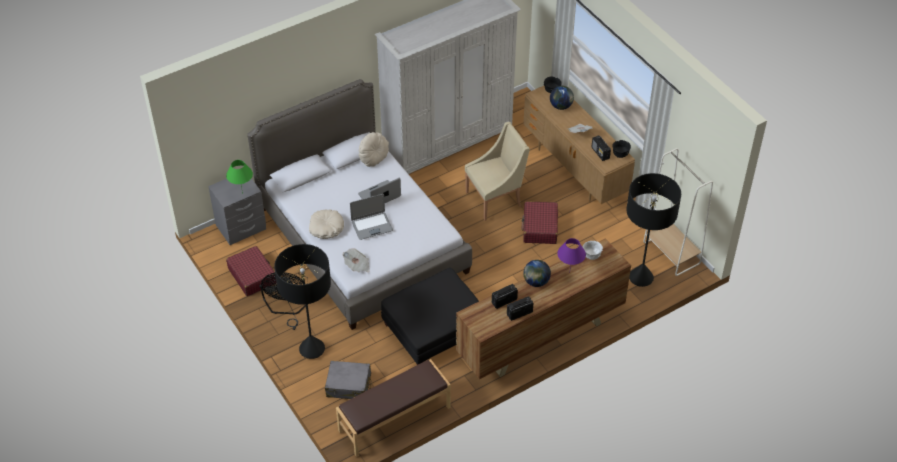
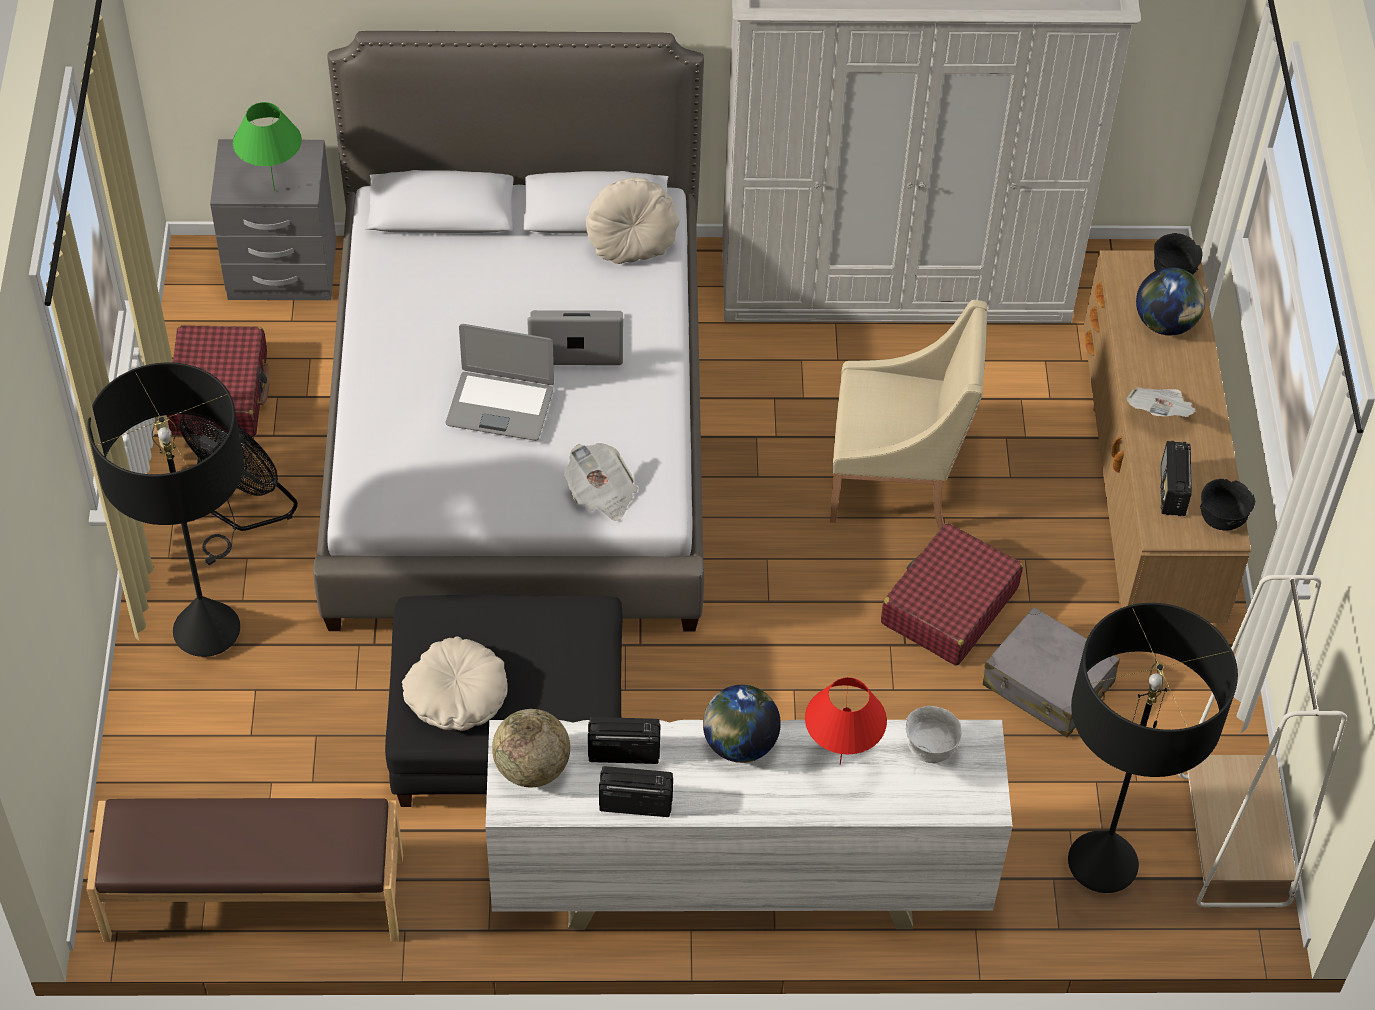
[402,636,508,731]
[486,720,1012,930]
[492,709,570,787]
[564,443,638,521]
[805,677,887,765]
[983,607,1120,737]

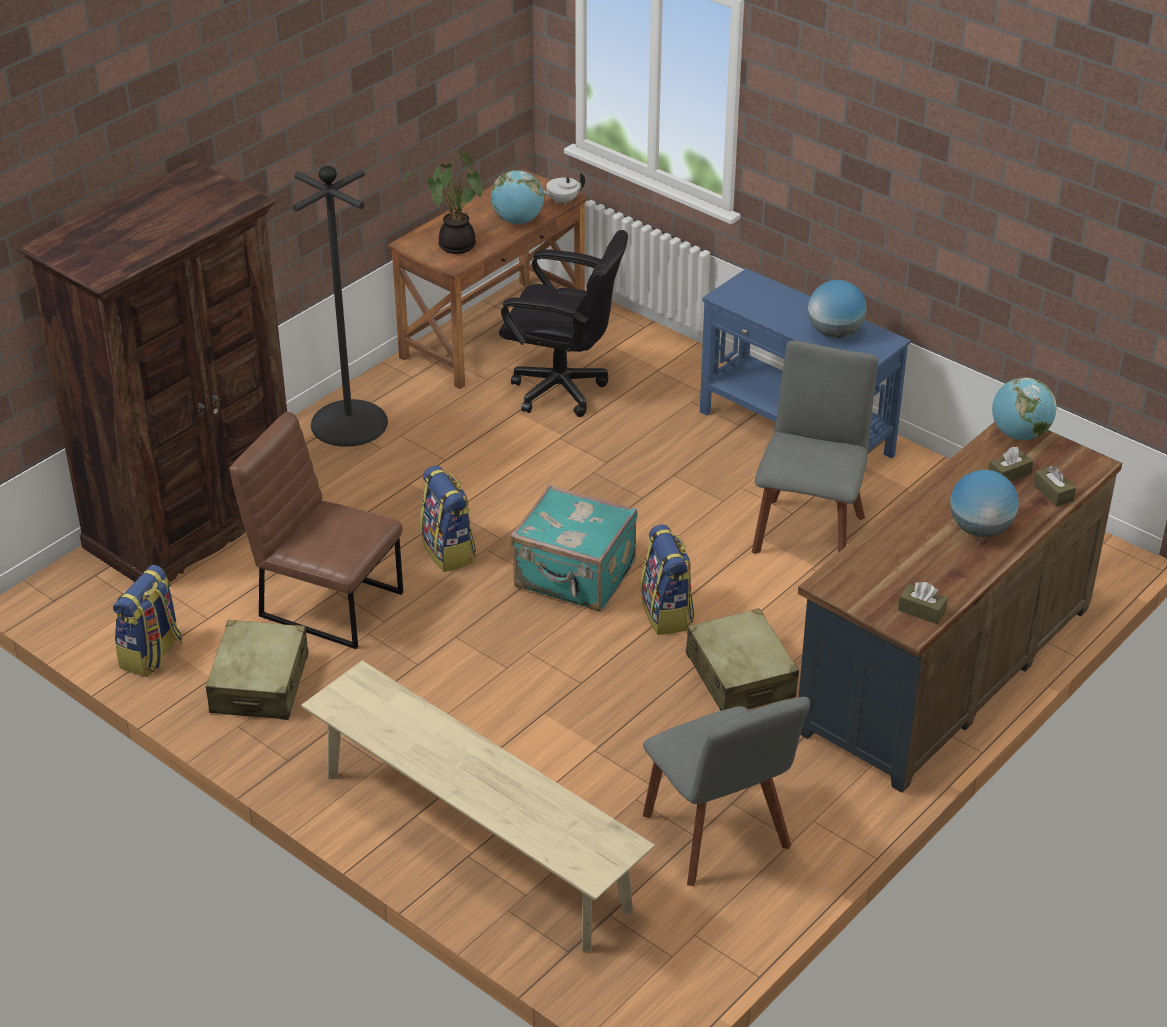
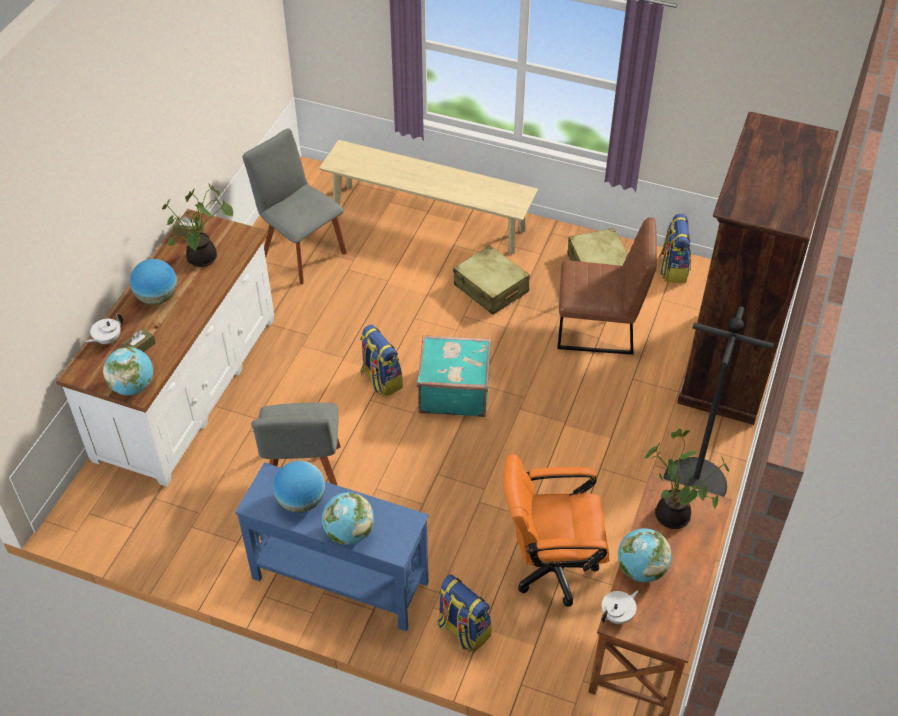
[56,209,274,487]
[86,314,123,344]
[162,183,233,267]
[322,492,374,545]
[438,574,492,653]
[453,245,530,315]
[503,454,609,607]

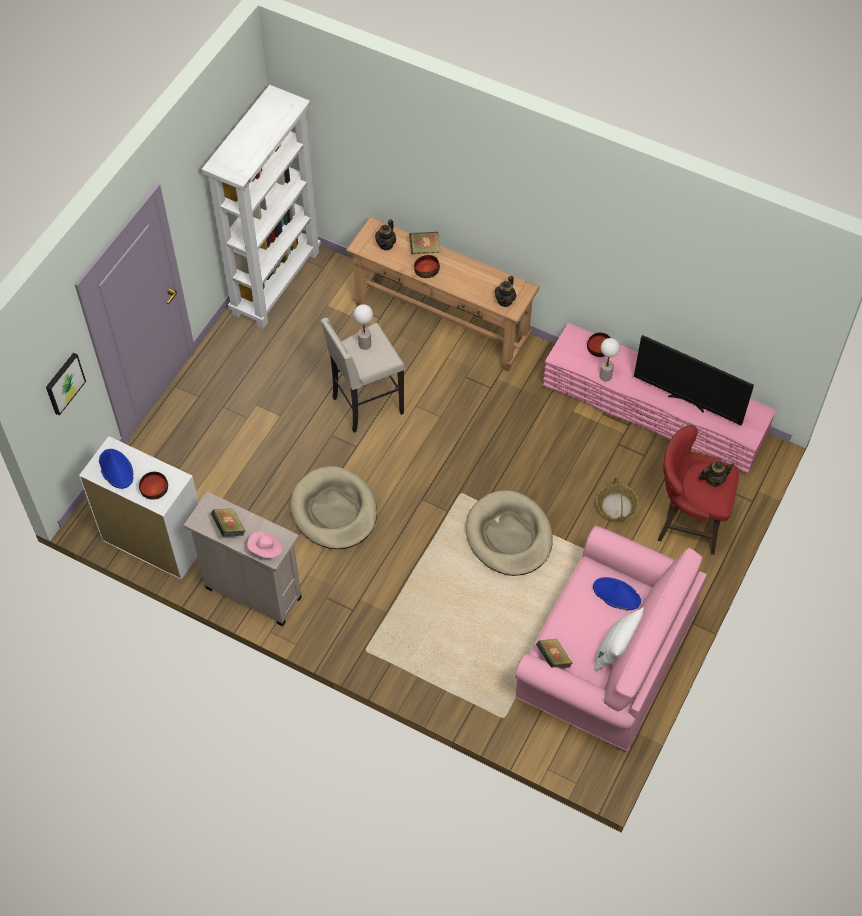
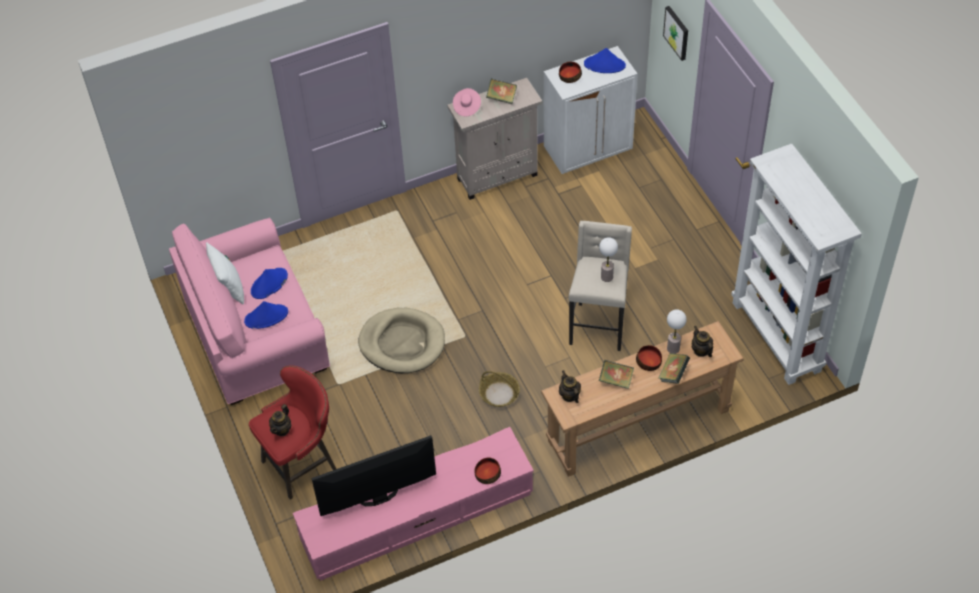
[251,268,288,299]
[479,371,520,407]
[599,360,634,389]
[667,309,687,354]
[290,466,377,549] (first image)

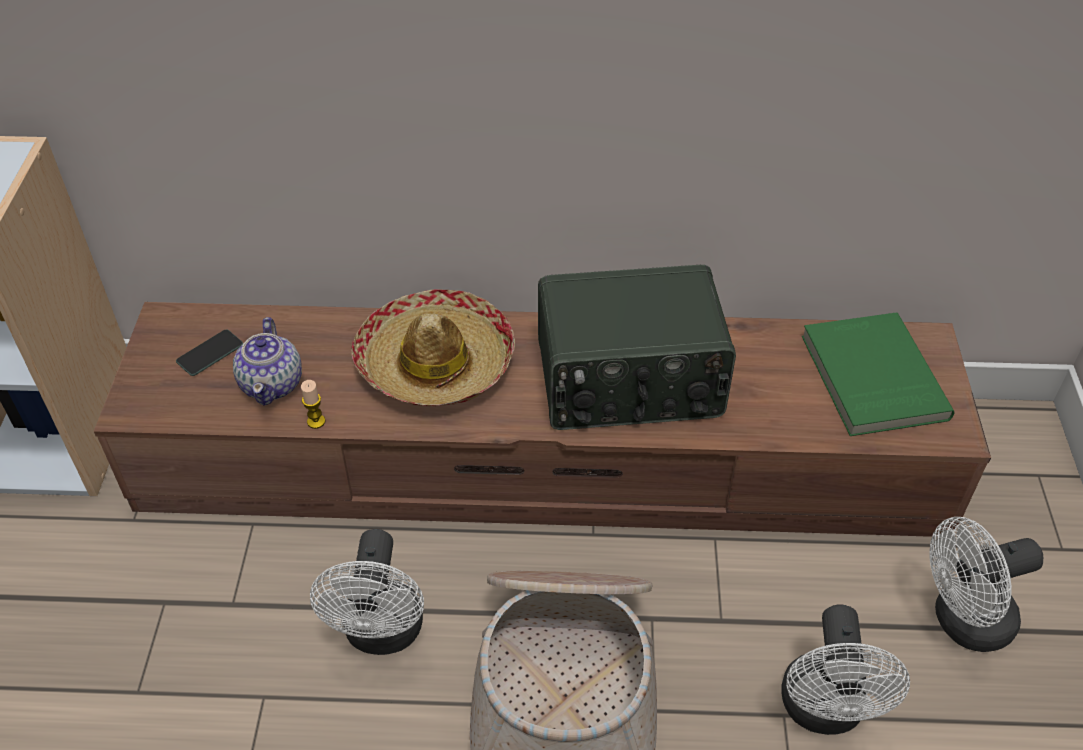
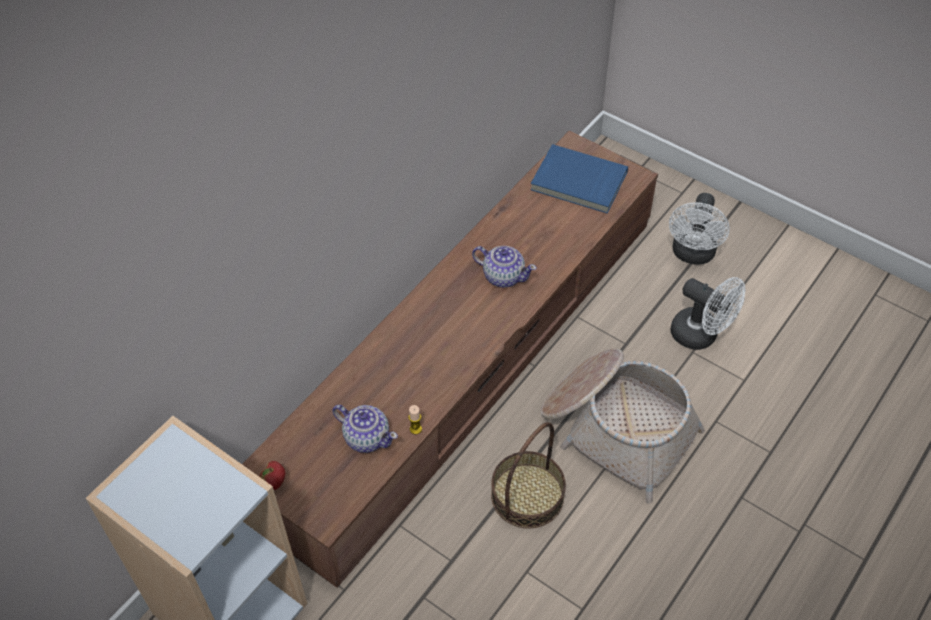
[260,461,285,490]
[472,246,537,288]
[491,422,566,529]
[530,144,628,214]
[176,330,243,376] (first image)
[351,289,515,406] (first image)

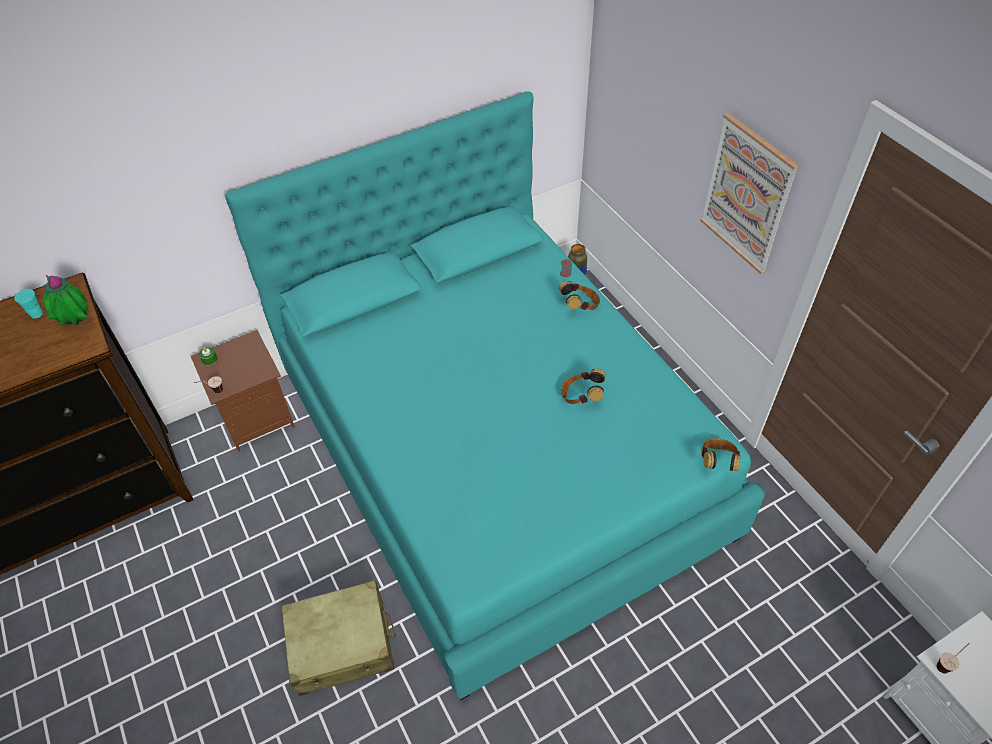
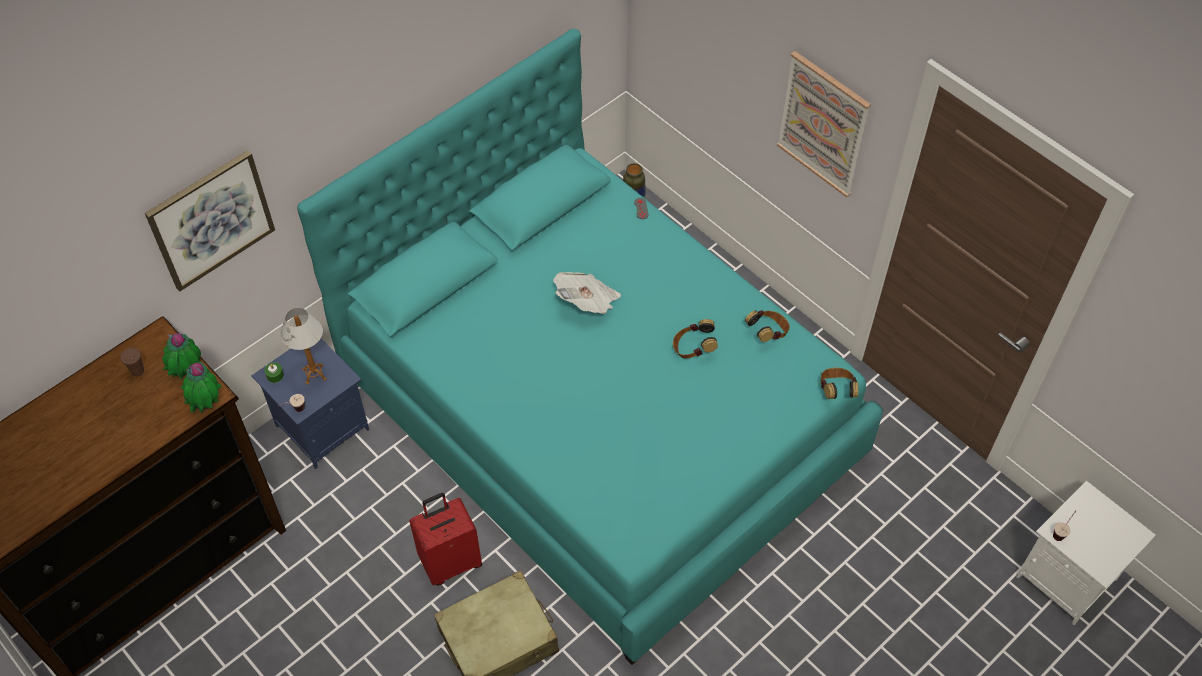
[120,348,144,376]
[145,150,275,291]
[181,362,222,414]
[251,339,369,469]
[280,308,327,385]
[409,493,482,585]
[553,272,621,314]
[745,310,790,342]

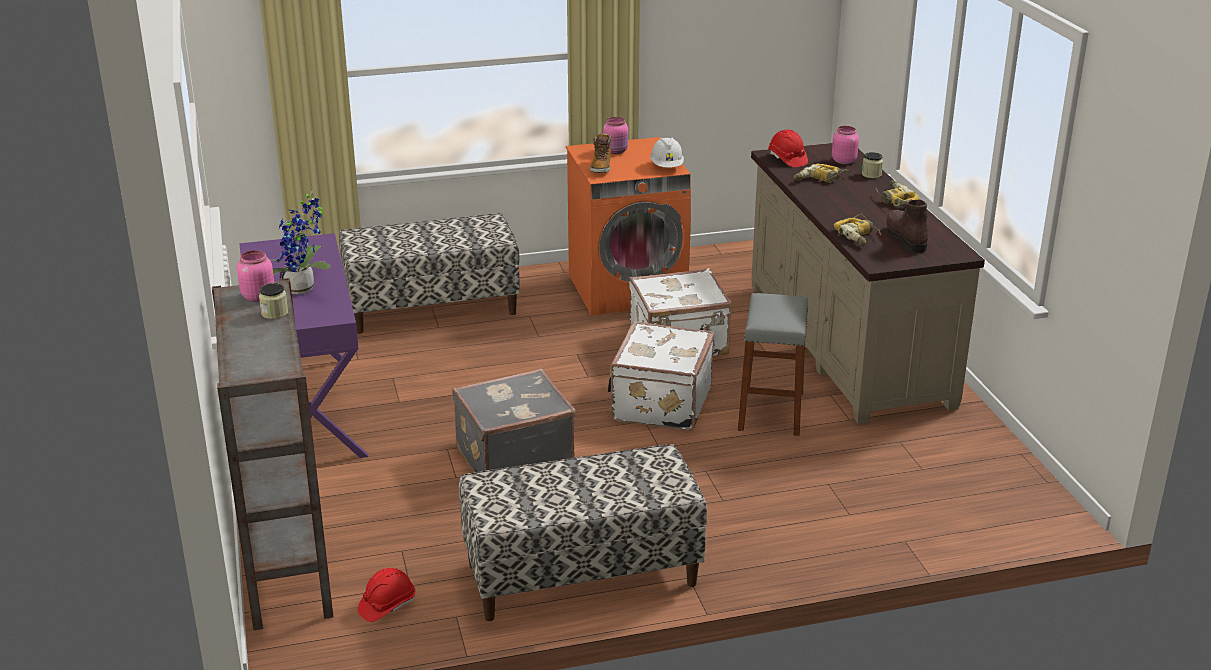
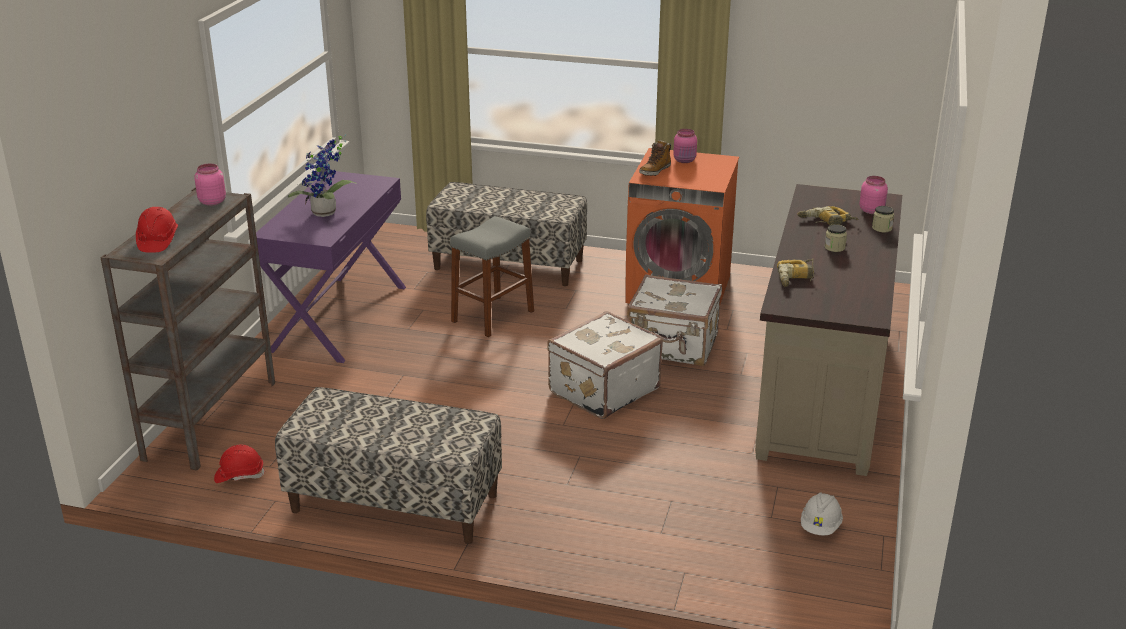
[136,207,178,253]
[450,216,534,337]
[801,493,843,535]
[825,224,847,252]
[452,368,575,473] (first image)
[875,180,920,207] (first image)
[887,200,928,253] (first image)

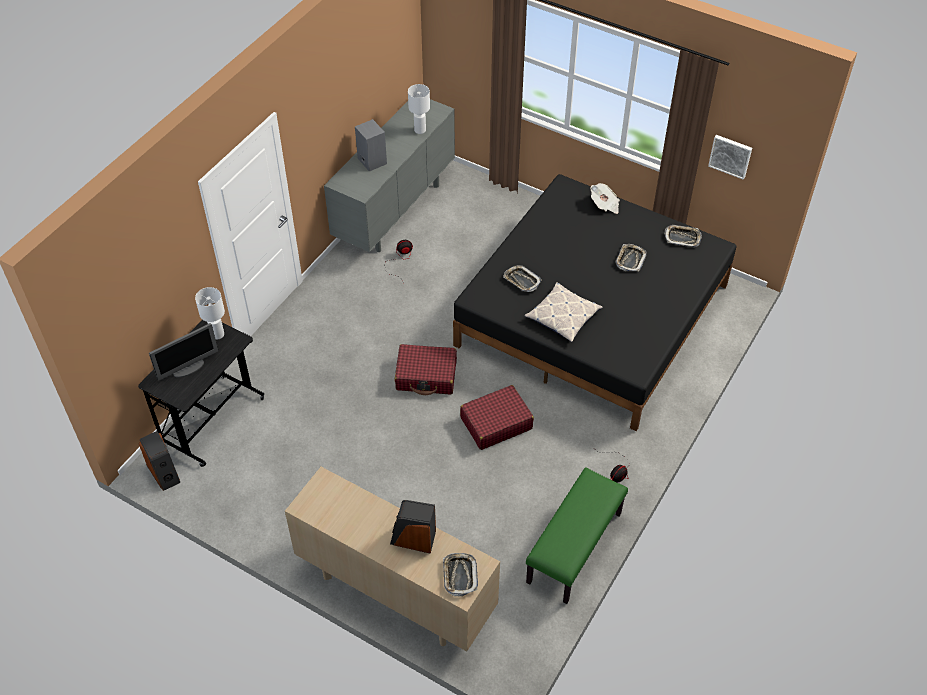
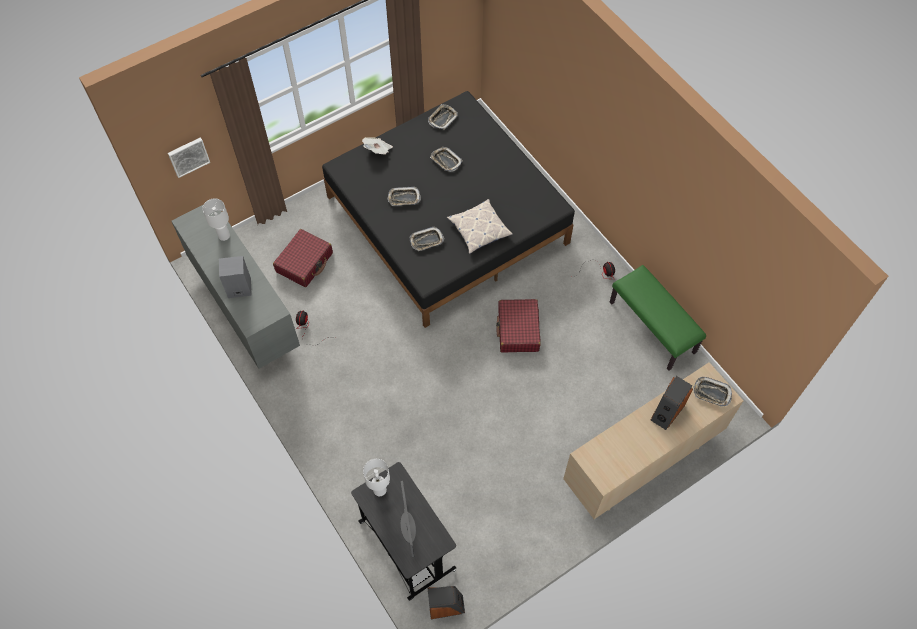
[168,137,210,178]
[273,229,333,287]
[388,187,421,206]

